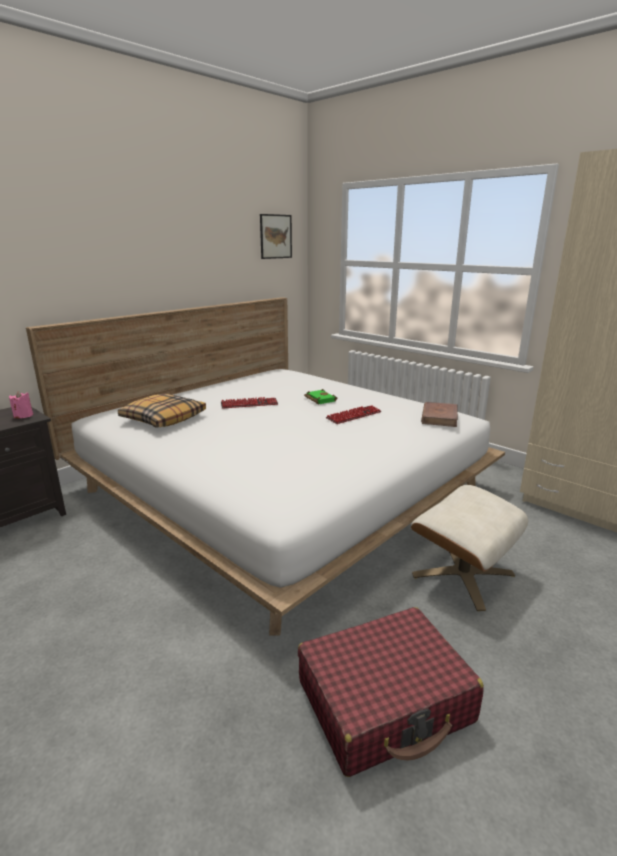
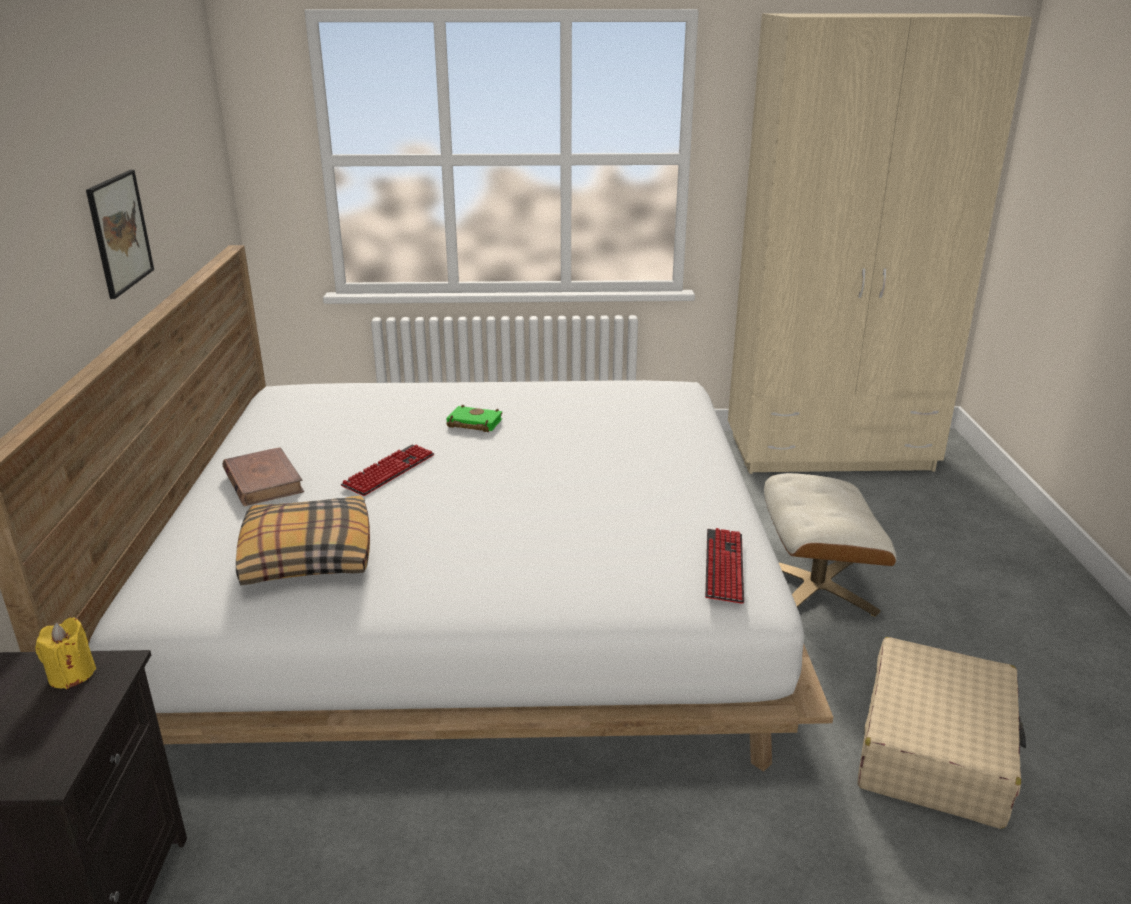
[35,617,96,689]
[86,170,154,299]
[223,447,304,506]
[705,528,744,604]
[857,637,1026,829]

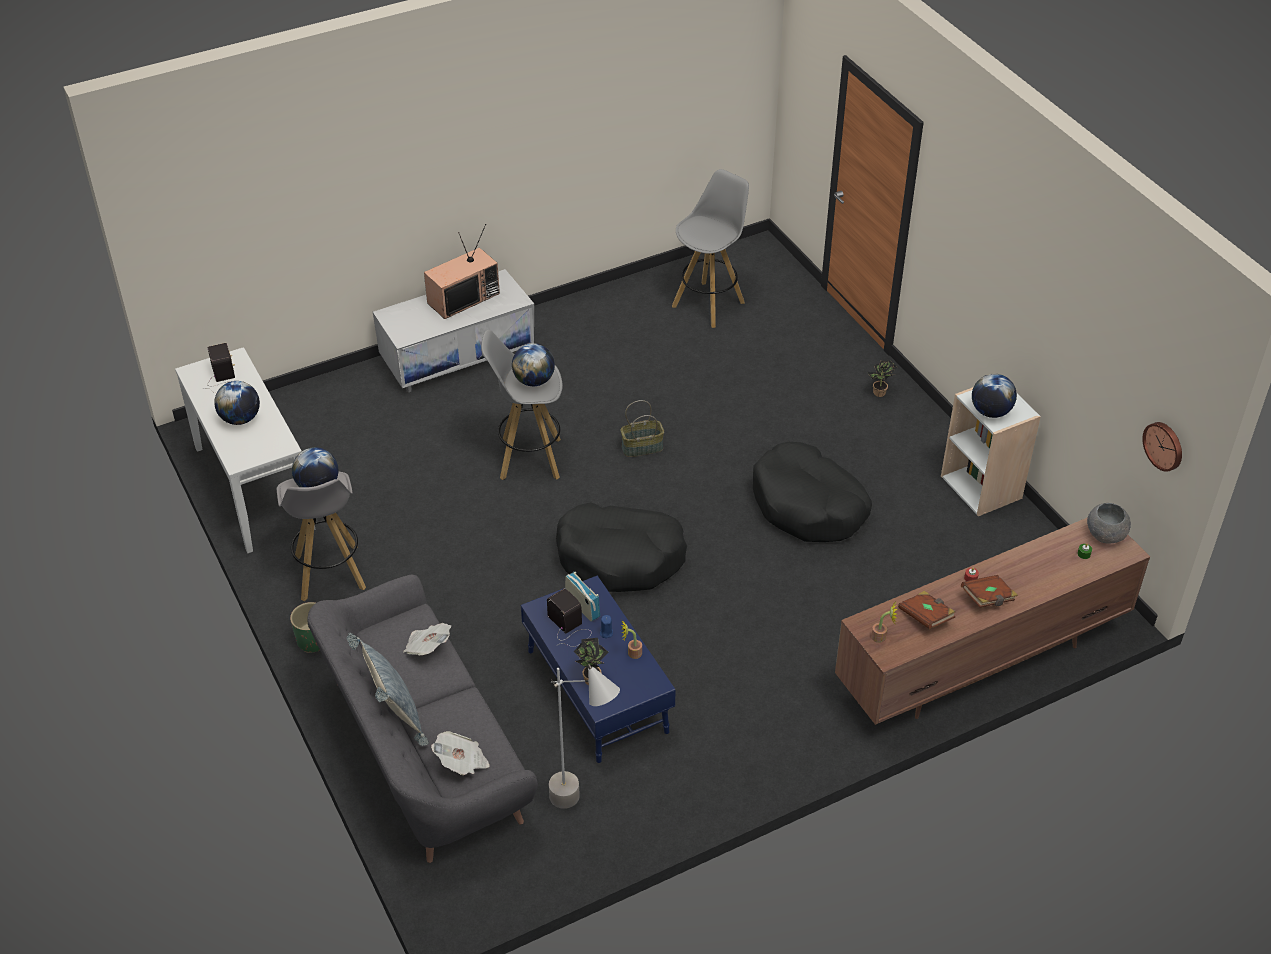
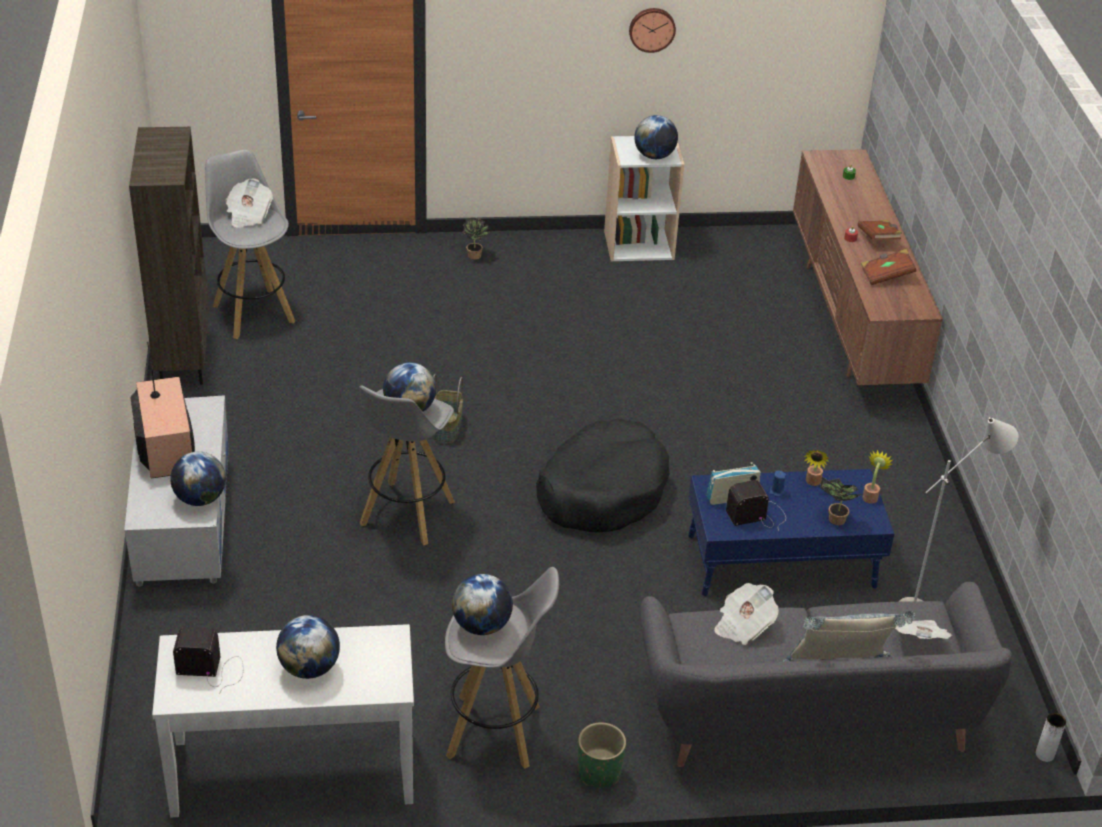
[129,127,209,385]
[170,452,226,506]
[226,179,273,228]
[629,8,676,53]
[862,450,892,504]
[1036,713,1066,762]
[753,442,872,542] (first image)
[1087,503,1131,544] (first image)

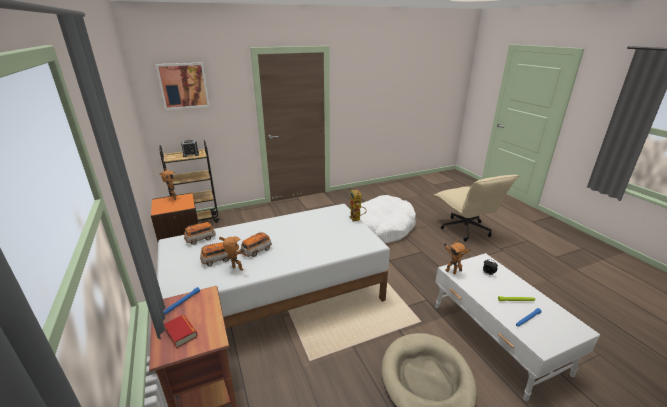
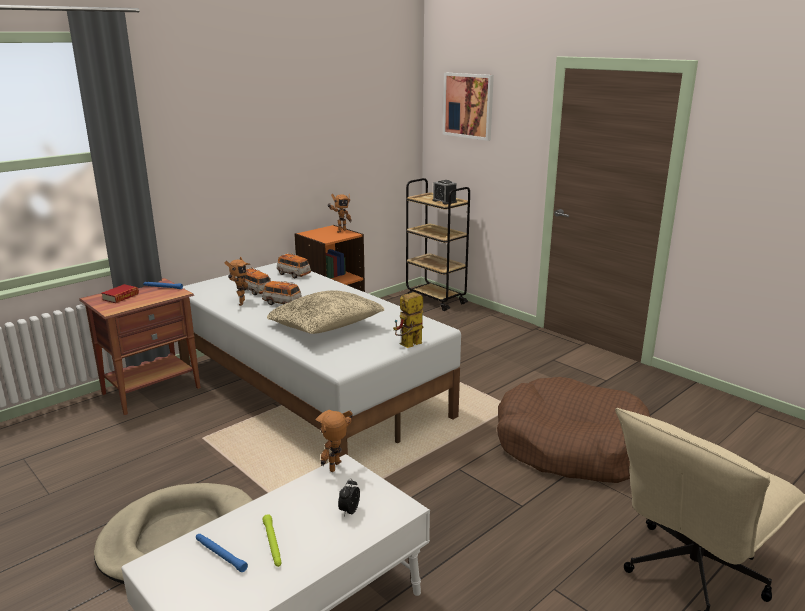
[267,290,384,334]
[497,377,650,483]

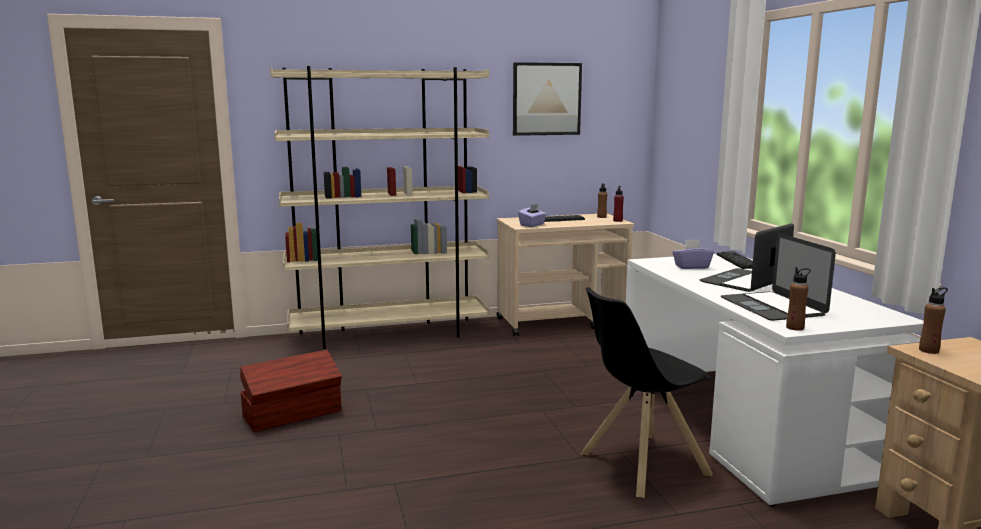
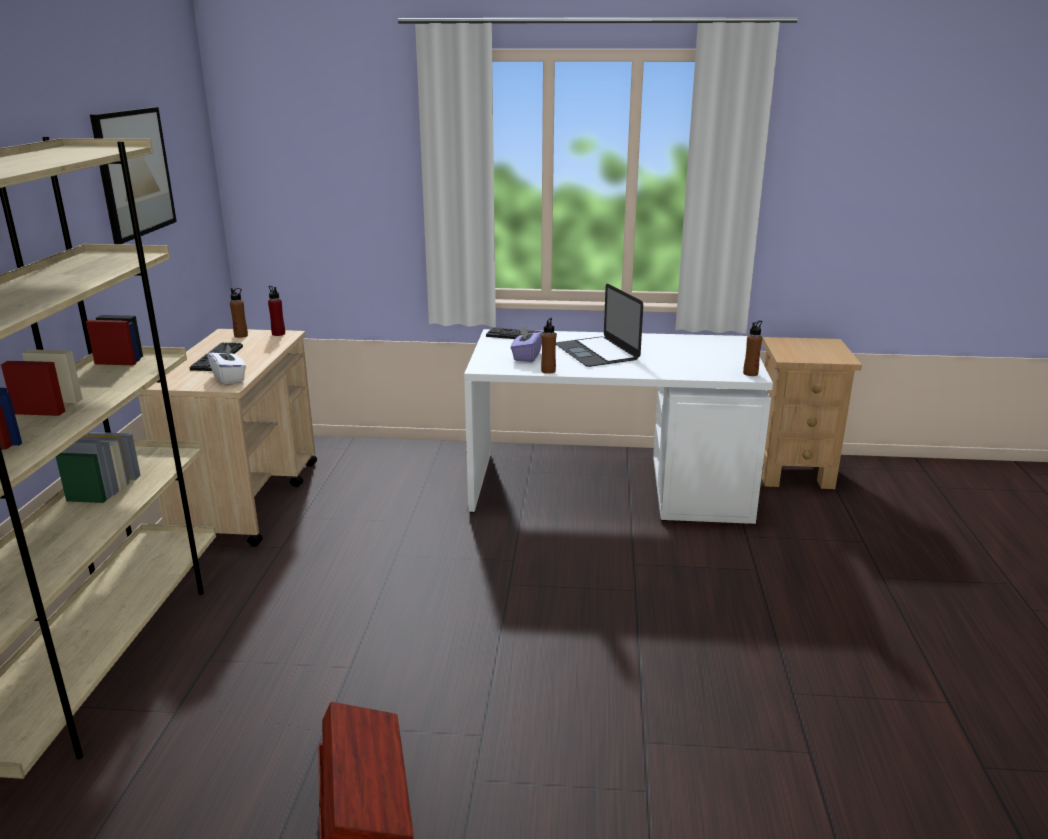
[207,343,246,385]
[541,318,556,374]
[581,287,713,498] (first image)
[721,233,836,321] (first image)

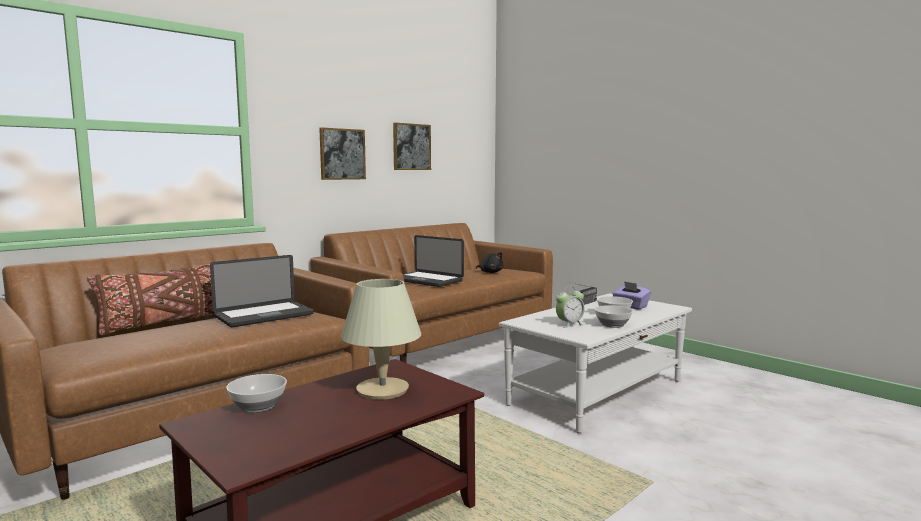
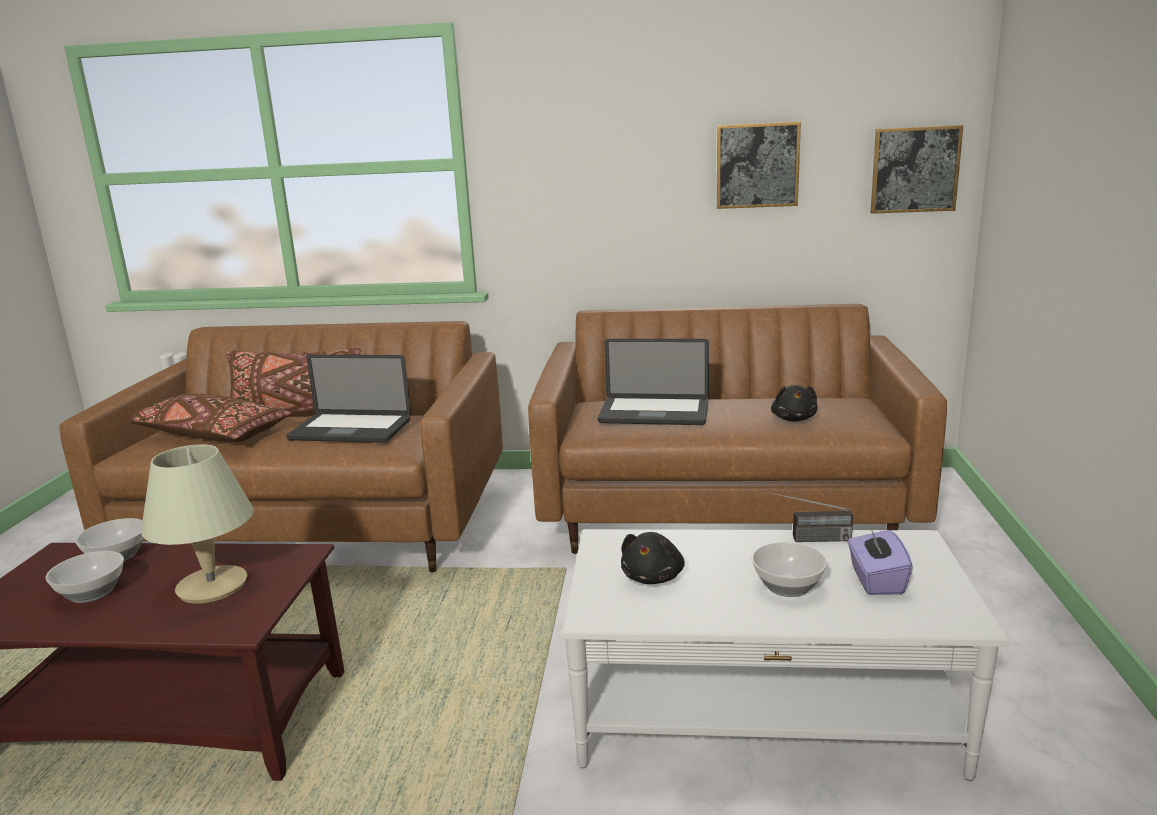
[46,551,124,603]
[128,393,292,442]
[598,339,709,425]
[621,532,685,584]
[870,125,963,214]

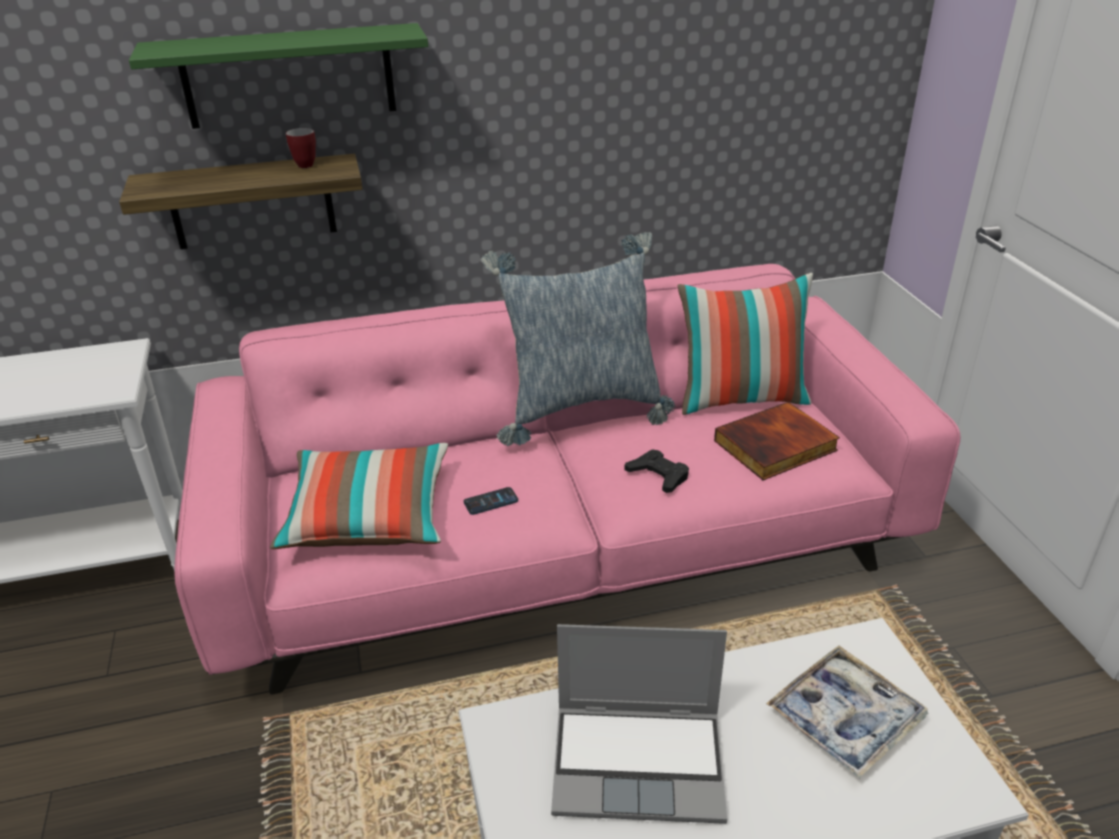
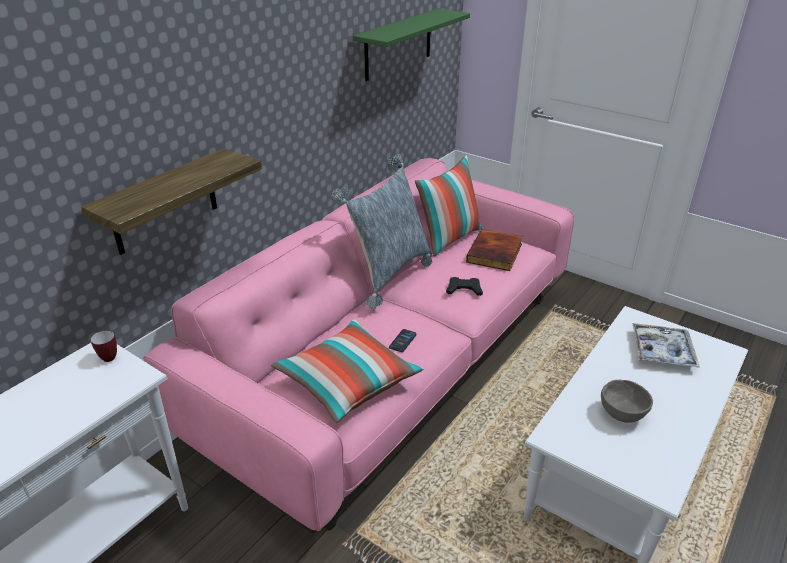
[91,330,117,362]
[353,9,470,81]
[601,380,653,423]

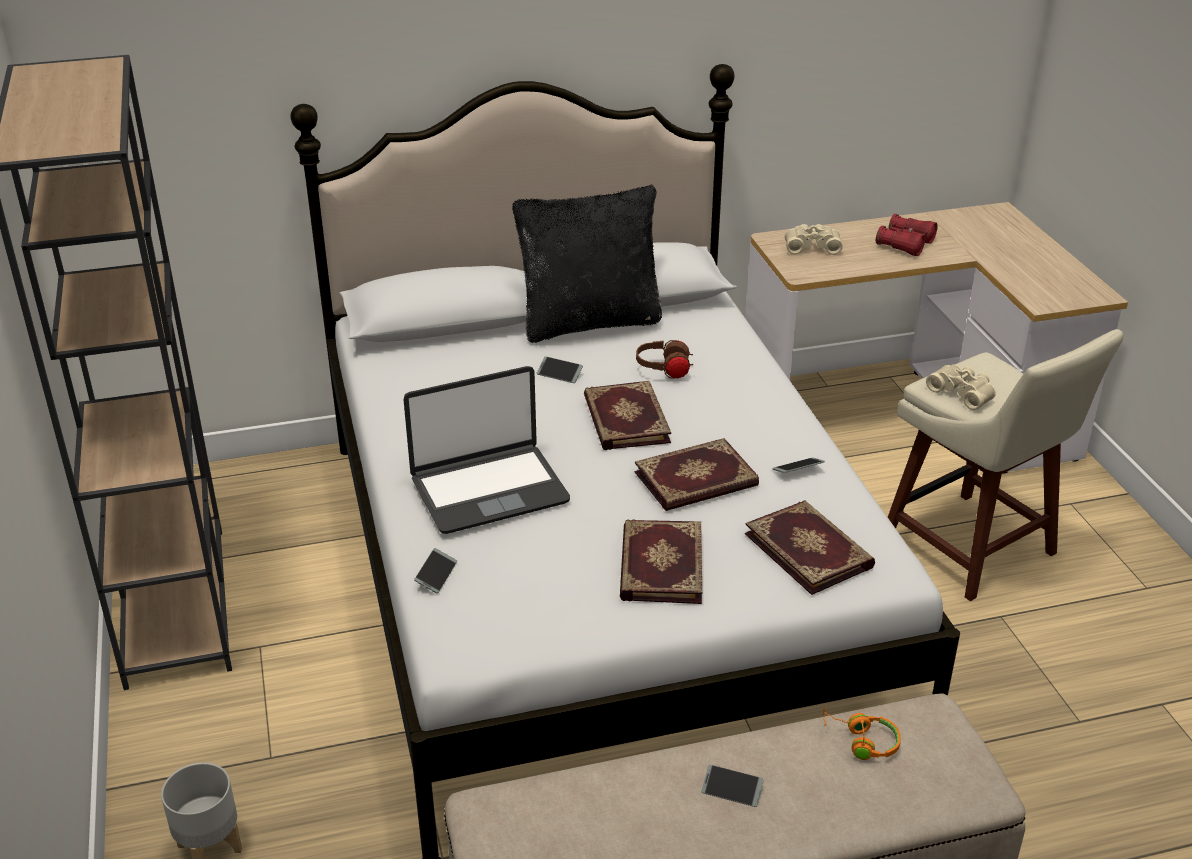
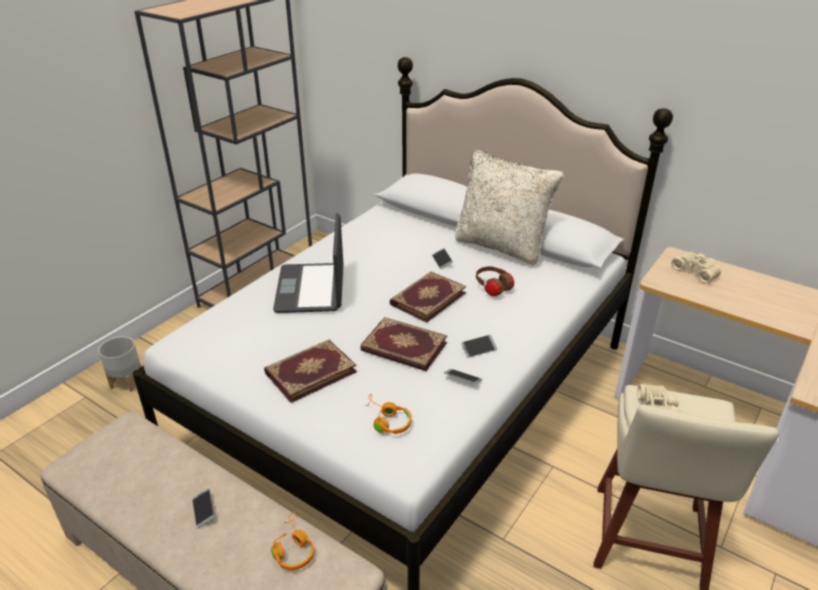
[273,213,343,313]
[366,394,412,434]
[455,149,564,265]
[461,335,497,358]
[876,214,937,256] (first image)

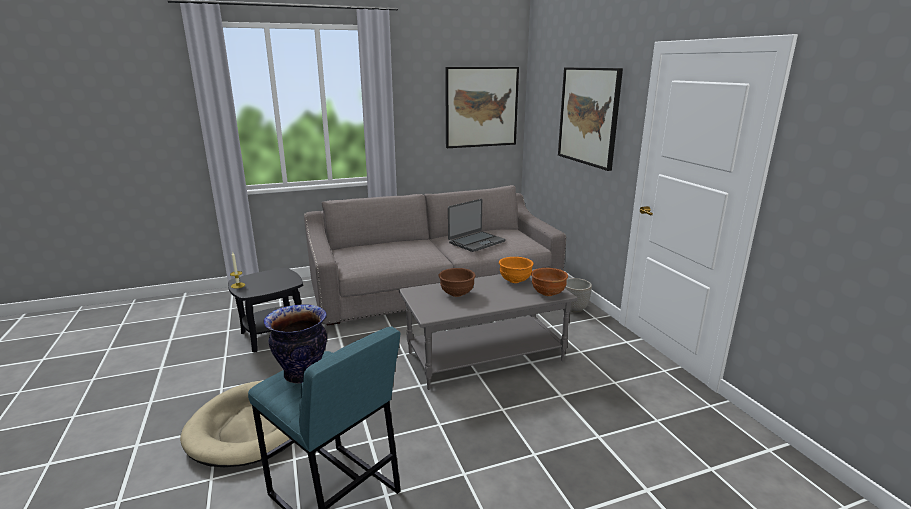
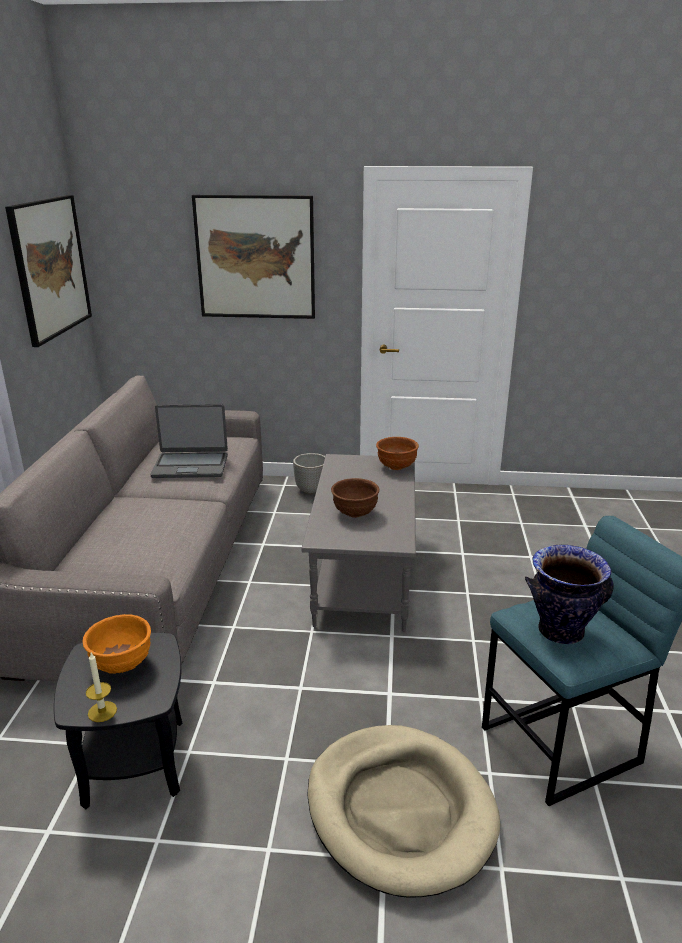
[83,614,151,674]
[151,404,228,478]

